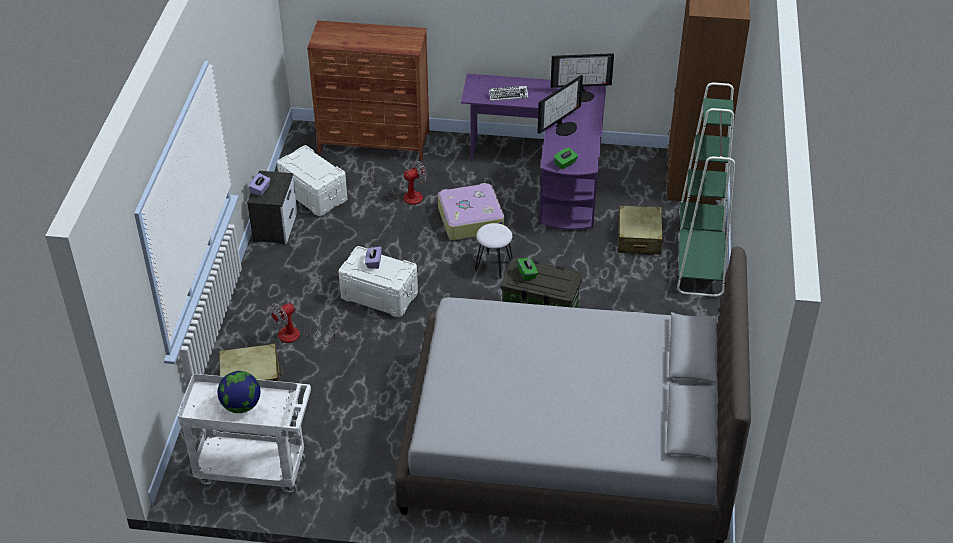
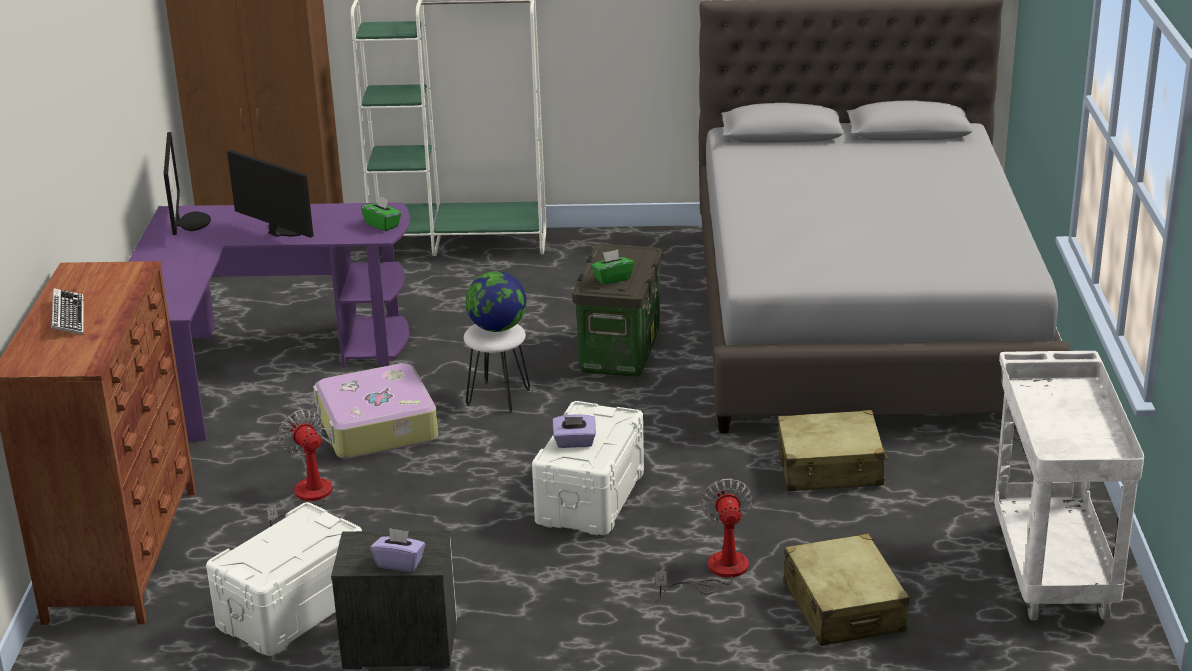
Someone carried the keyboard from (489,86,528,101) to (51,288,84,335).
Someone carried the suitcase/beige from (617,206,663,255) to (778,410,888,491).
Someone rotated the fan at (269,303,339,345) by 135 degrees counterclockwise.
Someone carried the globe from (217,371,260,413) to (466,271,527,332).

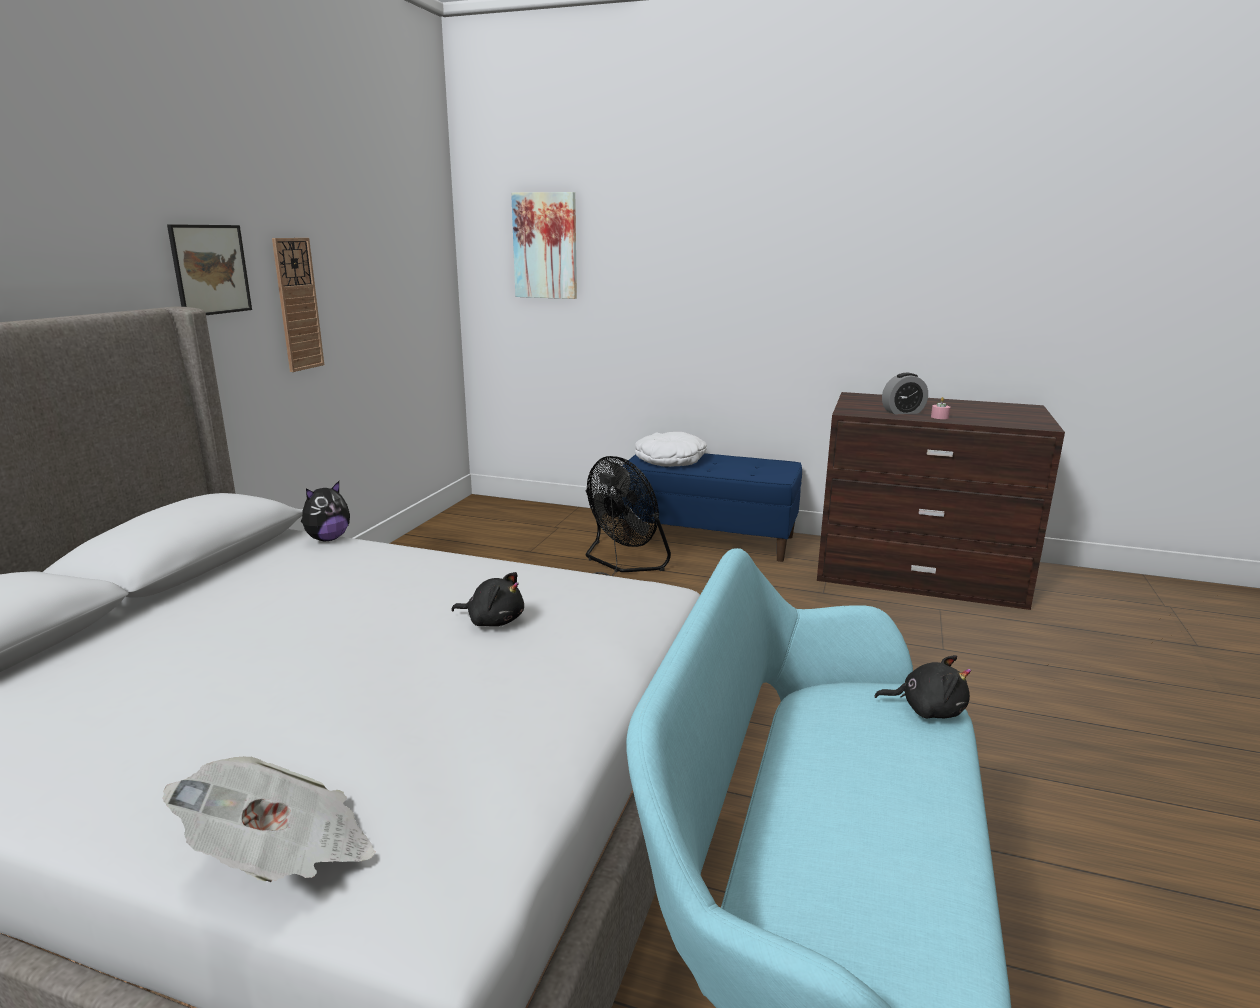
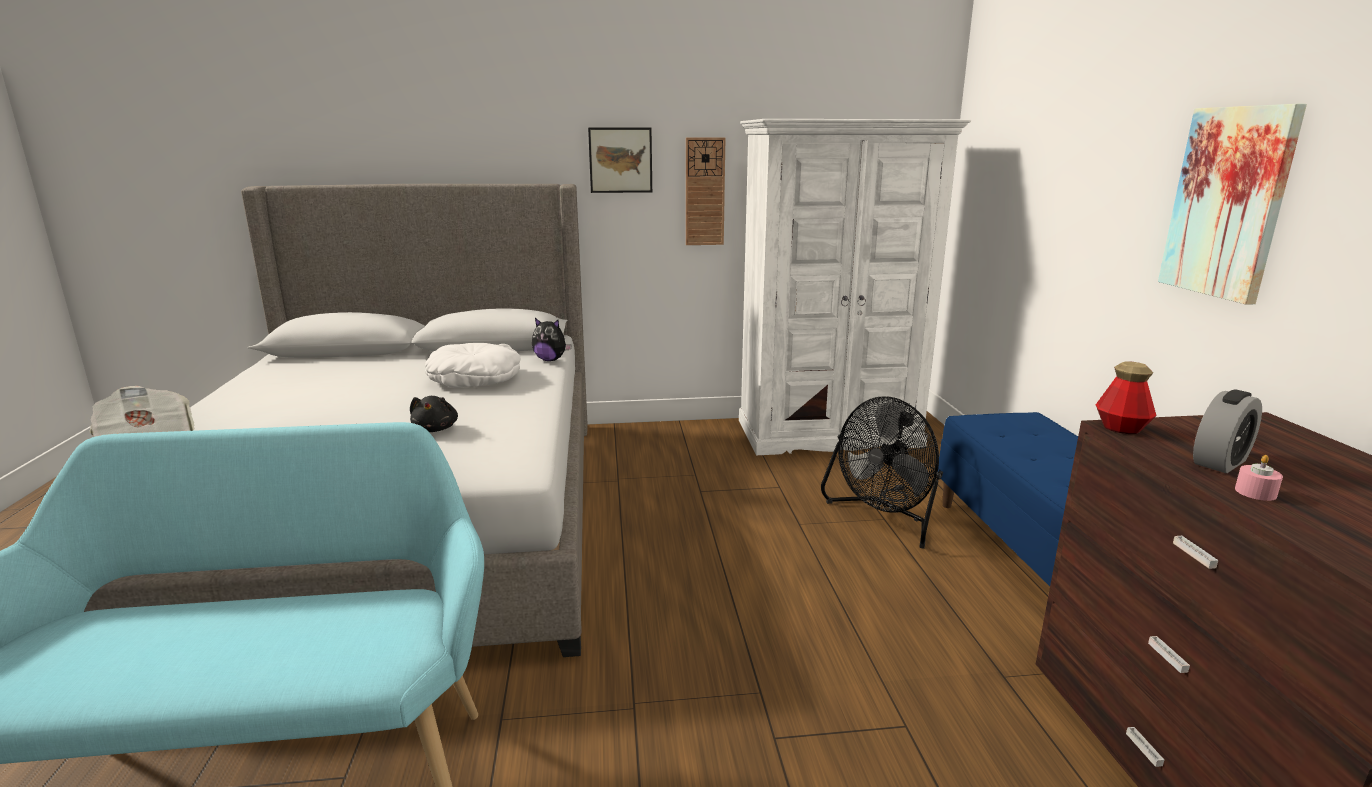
Someone carried the picture from (511,192,577,299) to (1158,104,1307,305).
Someone rotated the alarm clock at (882,373,928,414) by 90 degrees counterclockwise.
Someone carried the pillow/white from (635,432,707,467) to (425,343,520,388).
Someone rotated the fan/black at (585,456,671,576) by 120 degrees clockwise.
Someone took away the plush toy/black at (875,655,971,718).
Someone put down the wardrobe/white at (739,119,971,455).
Someone put down the bottle at (1096,361,1156,434).

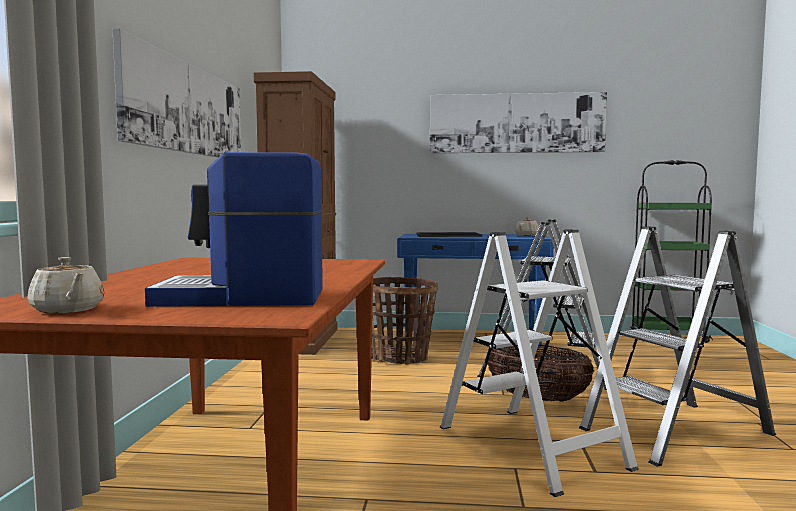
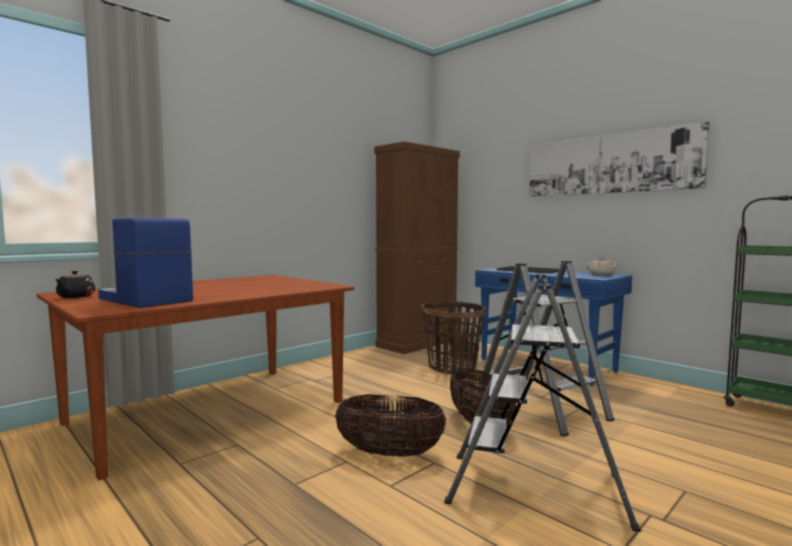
Someone took away the picture at (113,28,241,158).
Someone swapped the step ladder/white at (440,229,639,497) for the basket at (335,394,446,457).
Someone repainted the teapot/beige at (27,257,104,313), which became the teapot/black at (55,271,95,298).

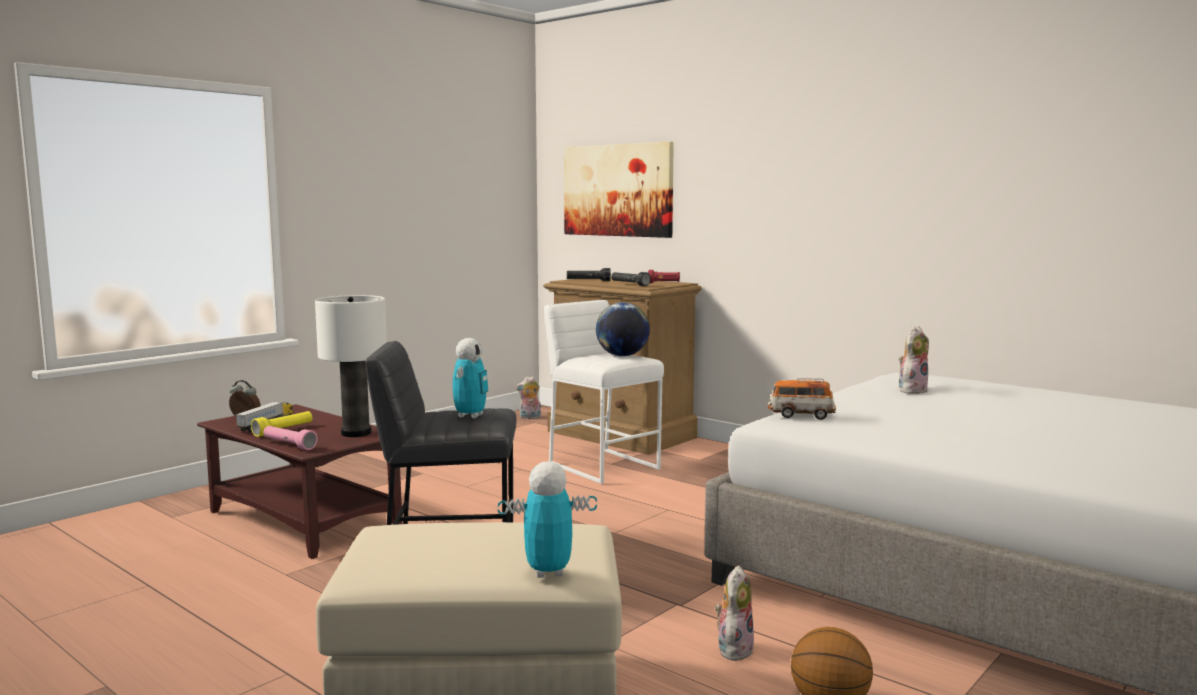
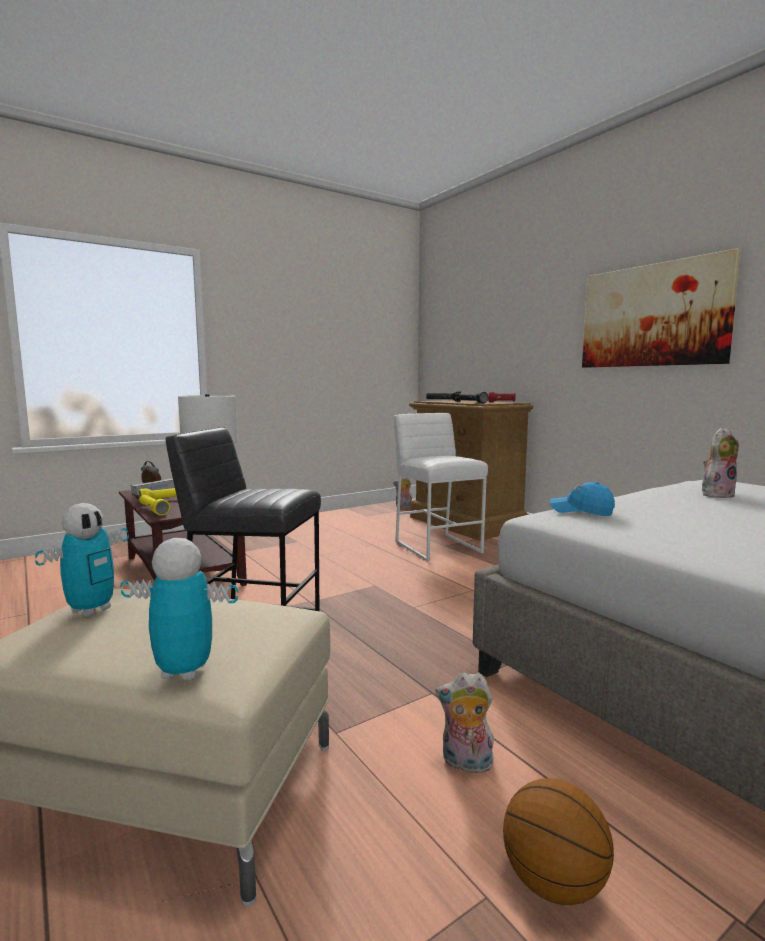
Someone carried the picture from (564,142,674,238) to (582,248,741,368).
Someone took away the globe at (596,302,650,356).
Someone carried the toy robot from (453,338,488,419) to (35,503,129,617).
Someone swapped the toy car at (768,378,836,420) for the cap/blue at (550,482,615,516).
Someone repainted the flashlight/pink at (263,426,318,450), which became the flashlight/yellow at (140,495,170,516).
Someone rotated the plush toy at (715,566,754,662) by 120 degrees counterclockwise.

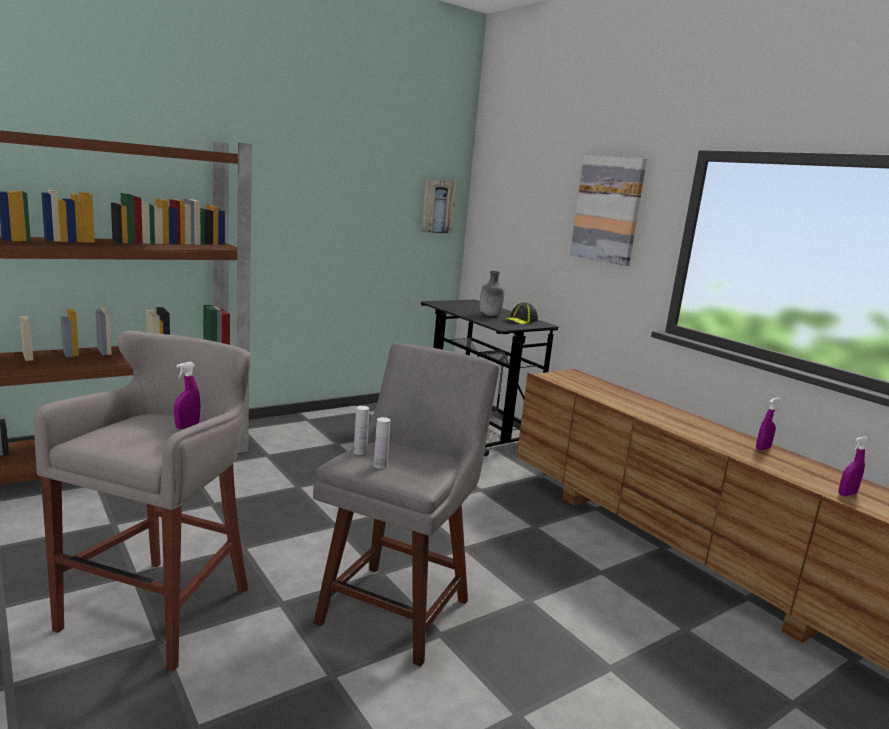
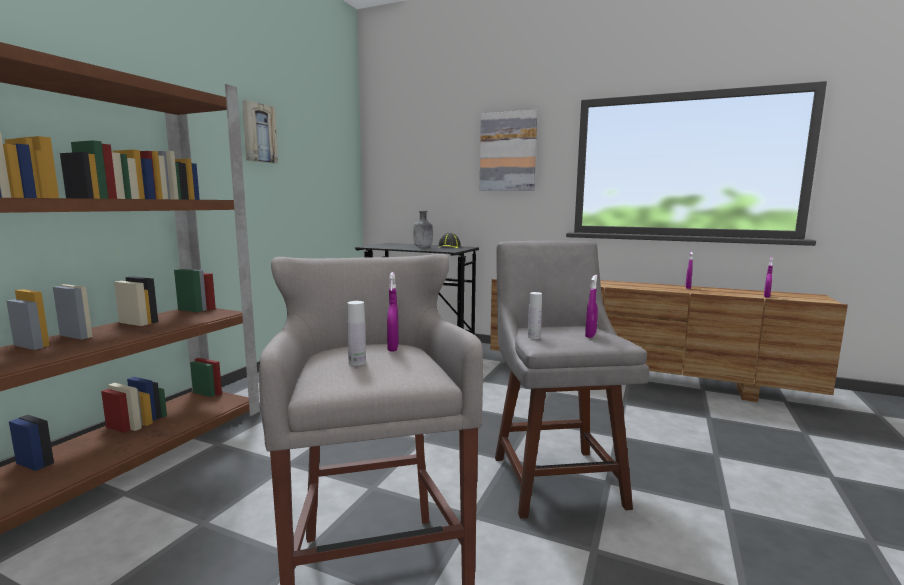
Someone carried the picture from (421,179,456,233) to (242,100,278,163).
Someone carried the bottle/white from (374,417,390,469) to (347,301,366,366).
Someone put down the spray bottle/purple at (585,275,598,338).

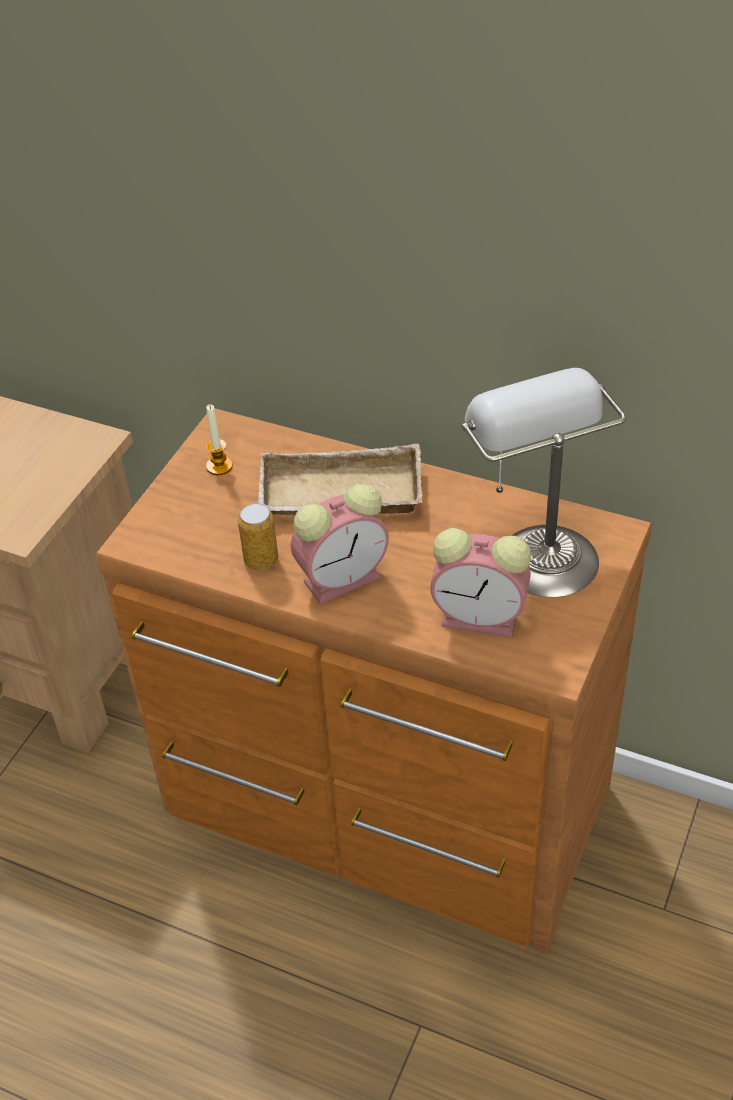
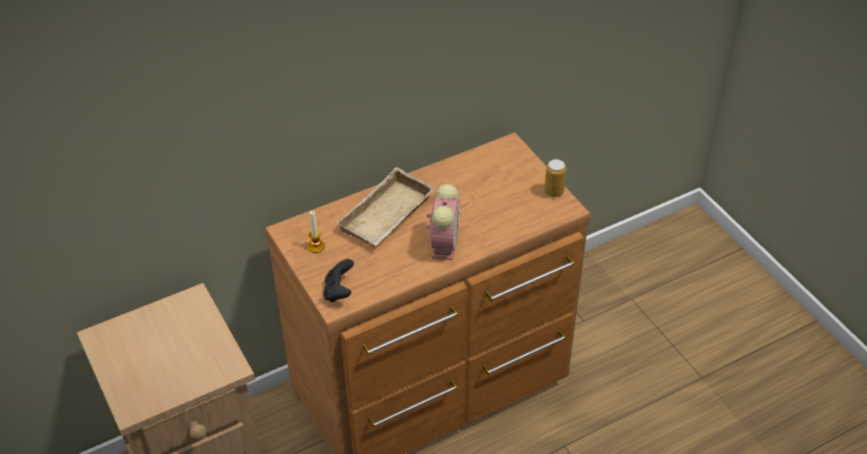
Someone took away the table lamp/white at (462,368,627,597).
Someone carried the can from (238,503,278,570) to (544,159,566,197).
Someone took away the alarm clock at (430,528,531,637).
Someone put down the game controller/black at (323,259,354,302).

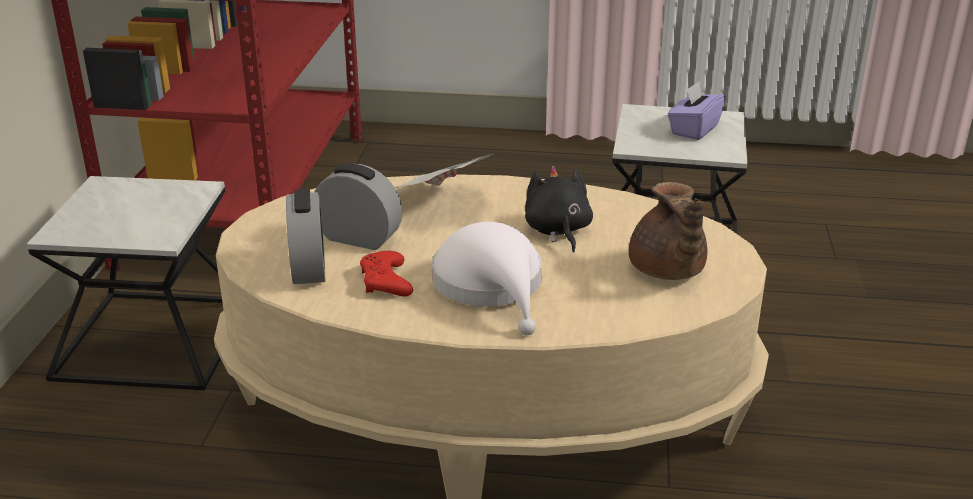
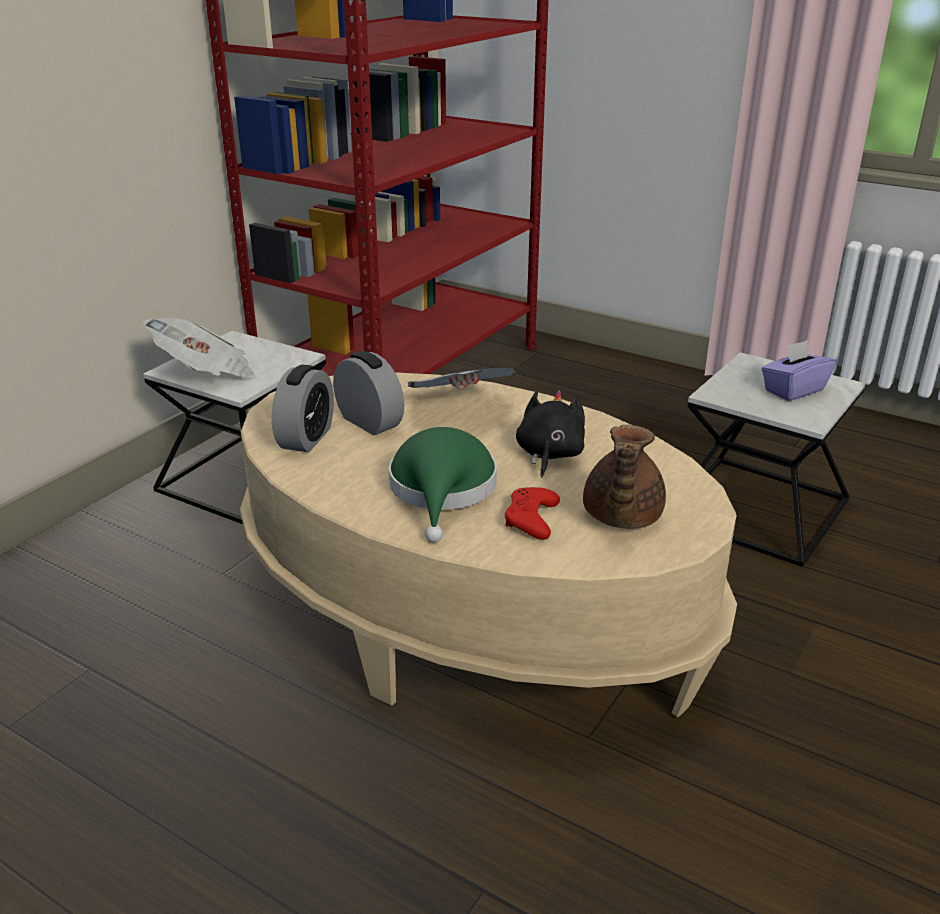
Someone repainted the hat/white at (432,222,542,335), which became the hat/green at (389,427,497,543).
Someone carried the game controller/red from (360,251,413,296) to (505,487,560,540).
Someone put down the newspaper at (143,317,256,378).

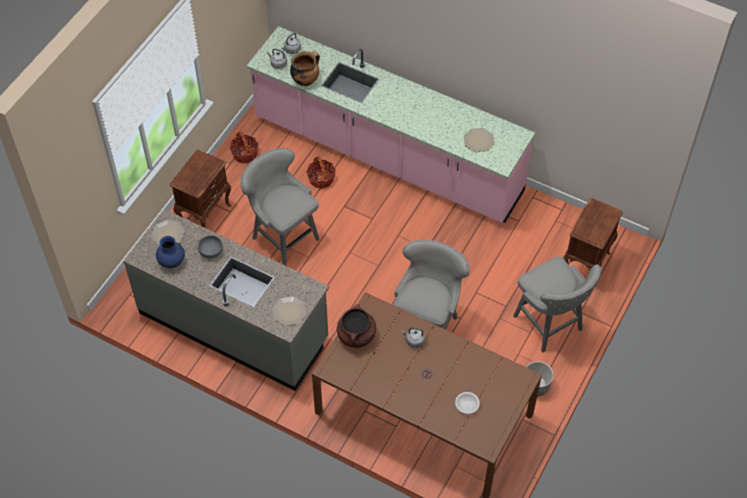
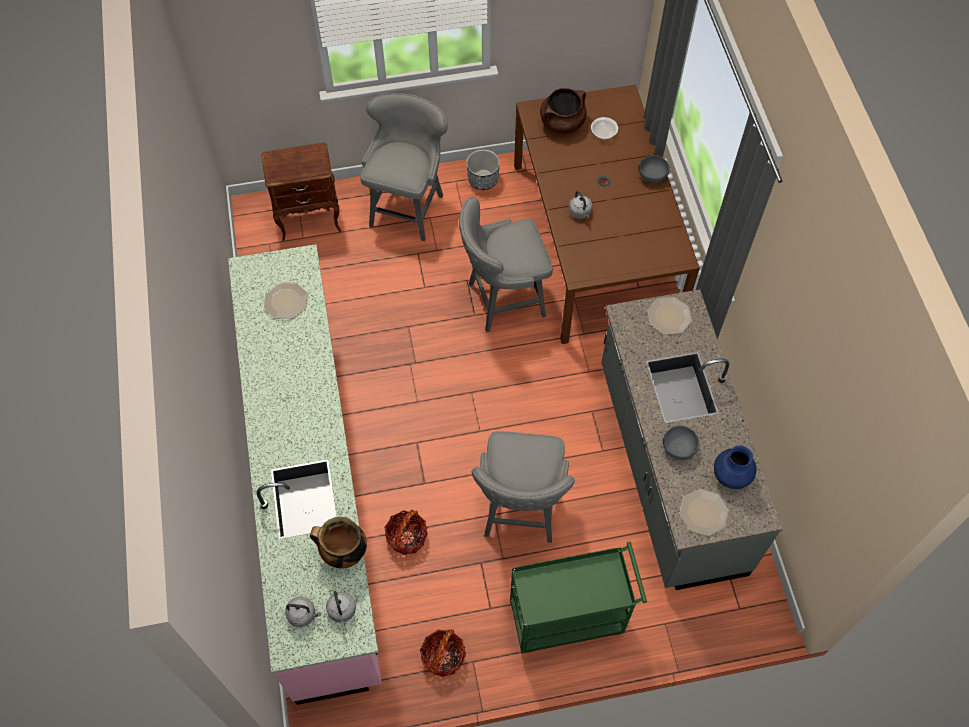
Someone swapped the nightstand/brown at (170,150,231,228) for the cart/green at (510,542,647,654).
Someone carried the cooking pot/brown from (337,304,376,348) to (540,88,587,134).
Someone put down the bowl/grey at (639,155,670,183).

